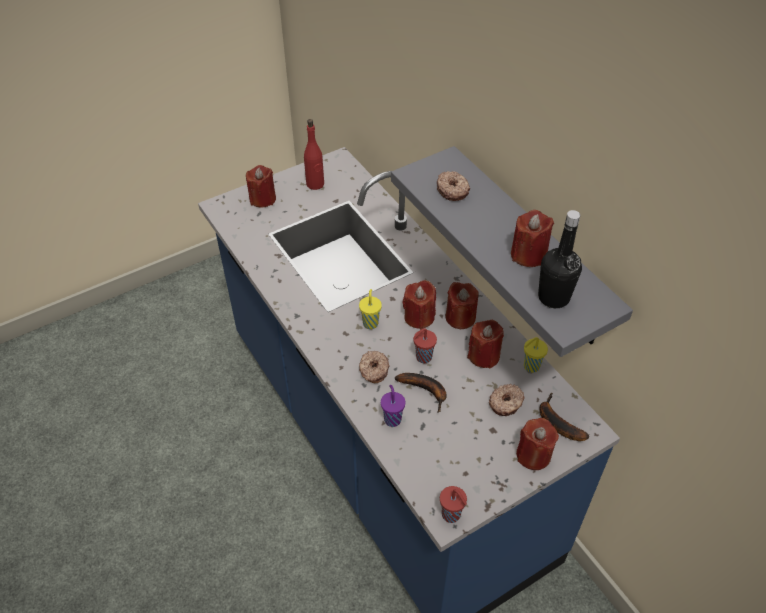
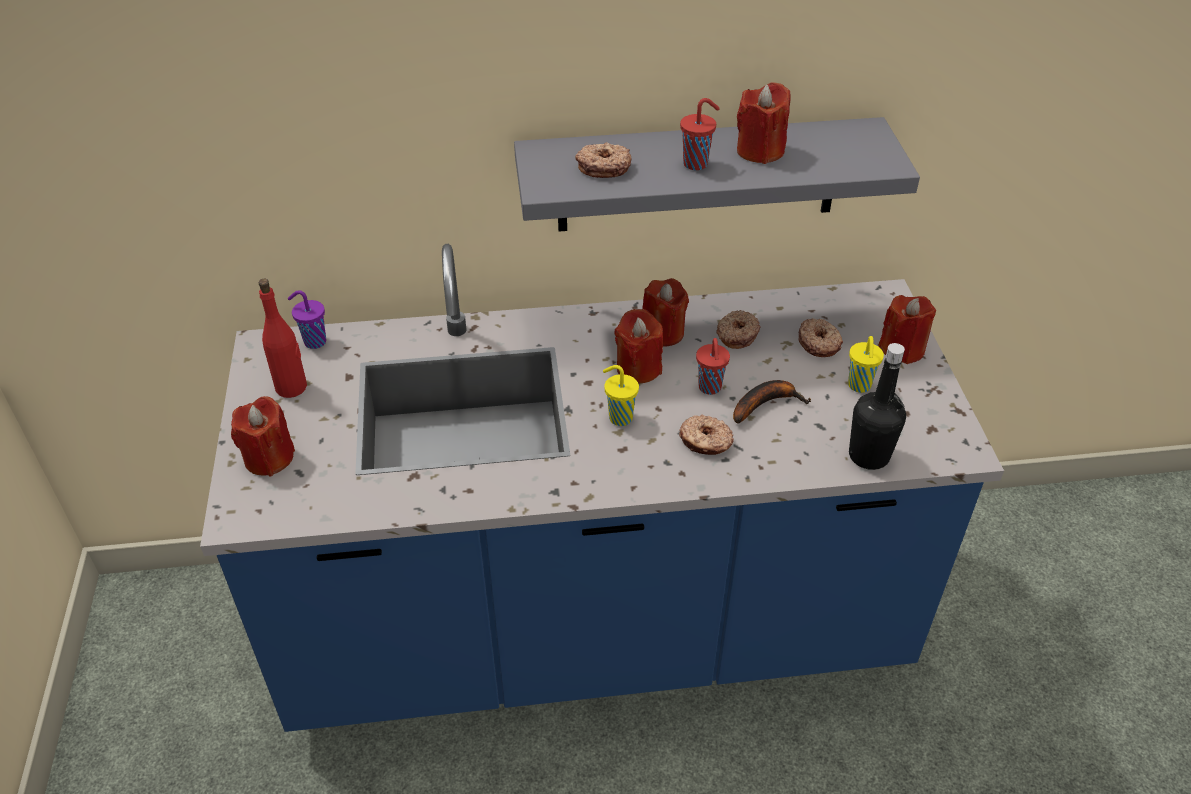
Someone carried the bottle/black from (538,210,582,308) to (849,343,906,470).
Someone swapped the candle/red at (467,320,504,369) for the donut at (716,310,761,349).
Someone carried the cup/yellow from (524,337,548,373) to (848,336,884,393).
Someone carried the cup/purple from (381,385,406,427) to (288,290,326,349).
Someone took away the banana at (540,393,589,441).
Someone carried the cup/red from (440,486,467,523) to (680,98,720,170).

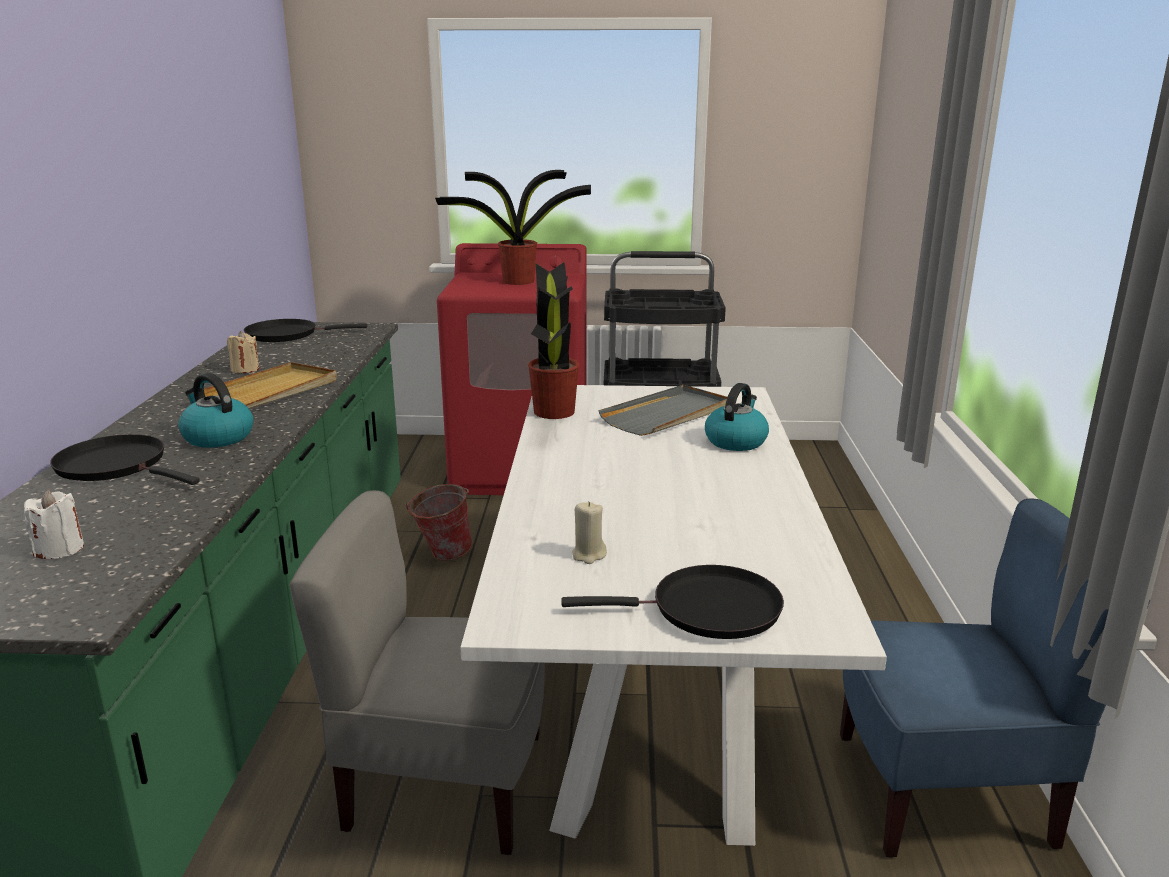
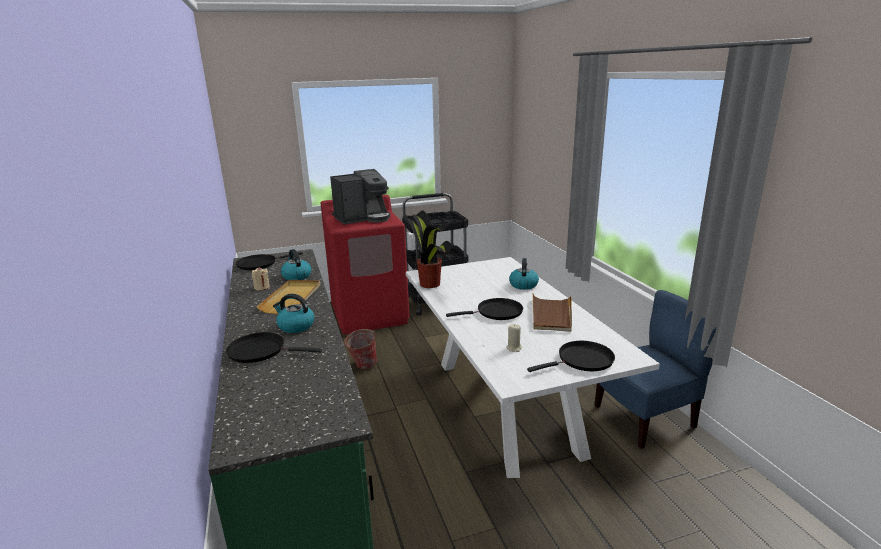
Someone swapped the potted plant at (435,170,591,285) for the coffee machine at (330,169,390,225).
Someone took away the tray/grey at (598,385,727,436).
Someone took away the candle/white at (24,490,84,559).
Someone took away the chair/grey at (289,490,545,855).
Someone put down the kettle at (281,249,311,280).
Someone put down the tray/brown at (533,294,572,332).
Someone put down the frying pan/black at (446,298,523,320).

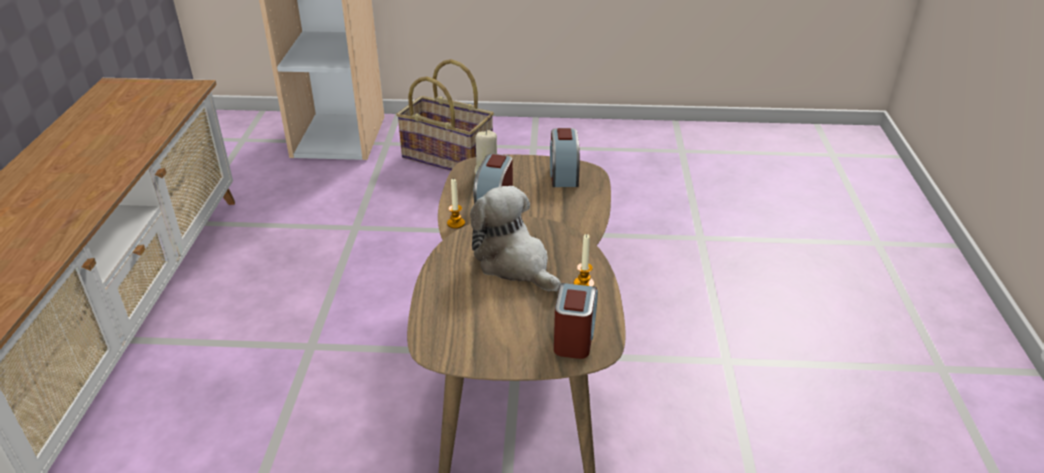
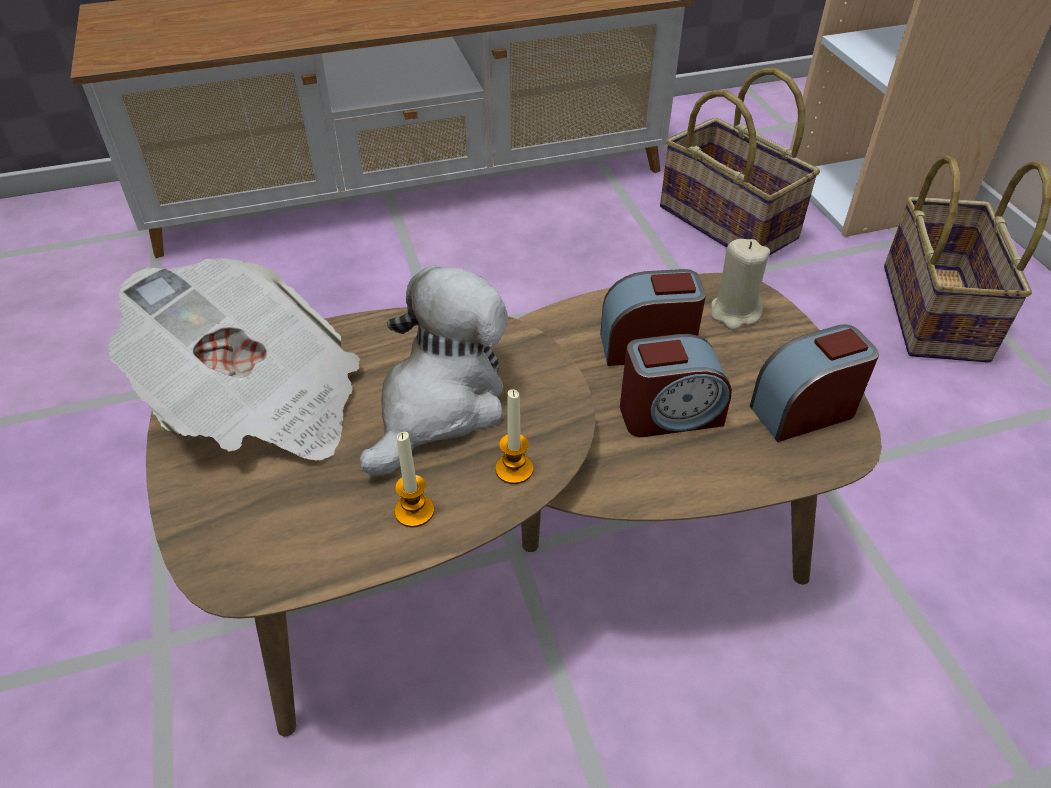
Someone carried the candle from (447,178,465,229) to (495,389,533,484).
Someone carried the alarm clock from (554,283,598,359) to (620,334,732,437).
Someone put down the basket at (660,68,820,256).
Someone put down the newspaper at (108,258,360,461).

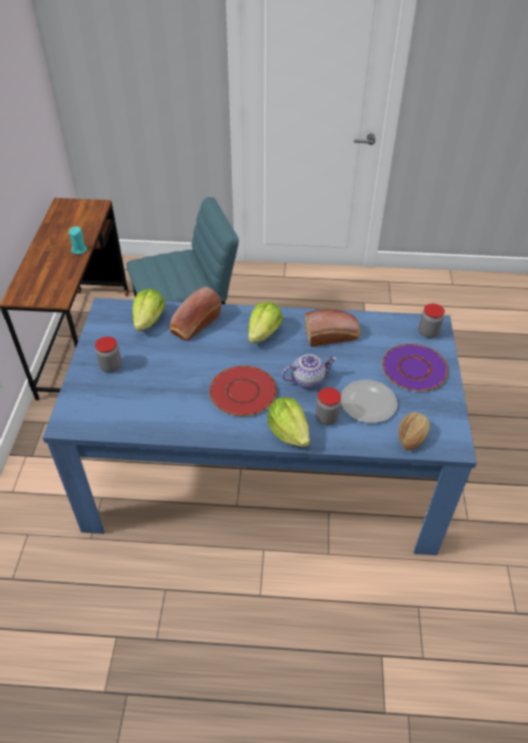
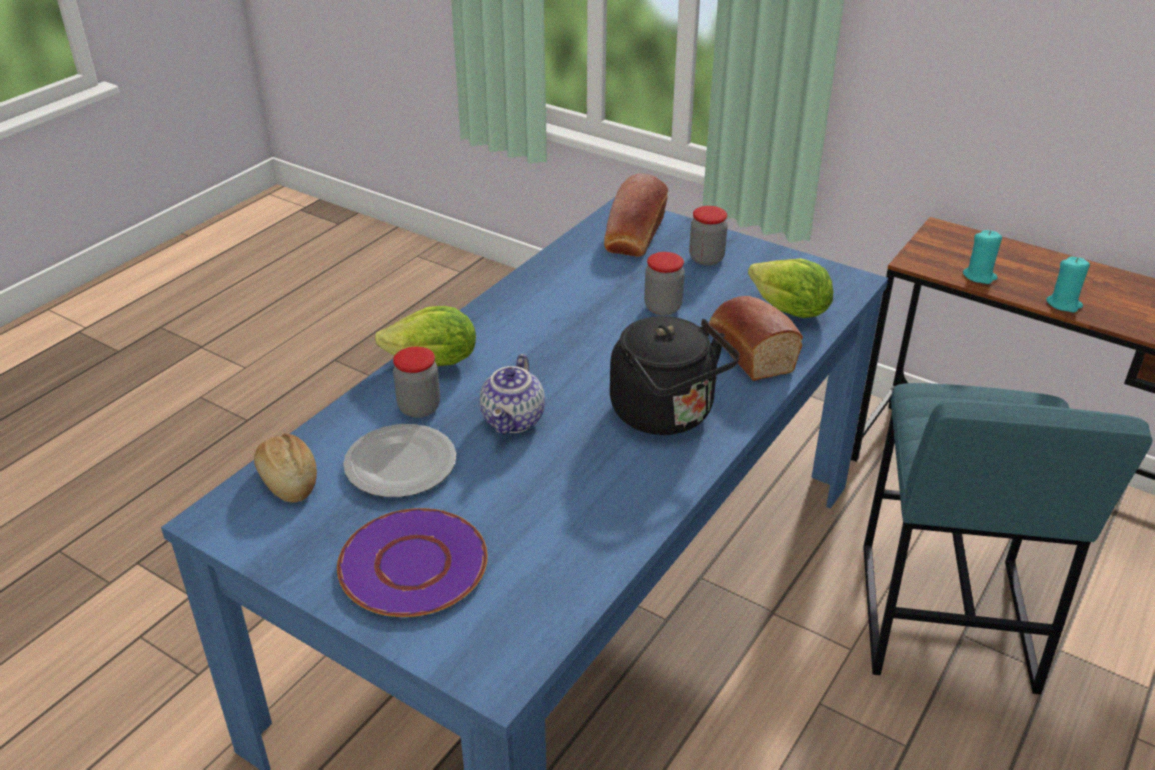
Someone swapped the lettuce at (248,302,283,343) for the kettle/black at (610,316,740,435).
Someone carried the jar from (419,304,445,338) to (644,252,685,316).
Someone carried the bread from (305,309,360,347) to (604,173,668,257).
Someone took away the plate/red at (209,365,277,416).
Someone put down the candle/turquoise at (963,230,1002,284).

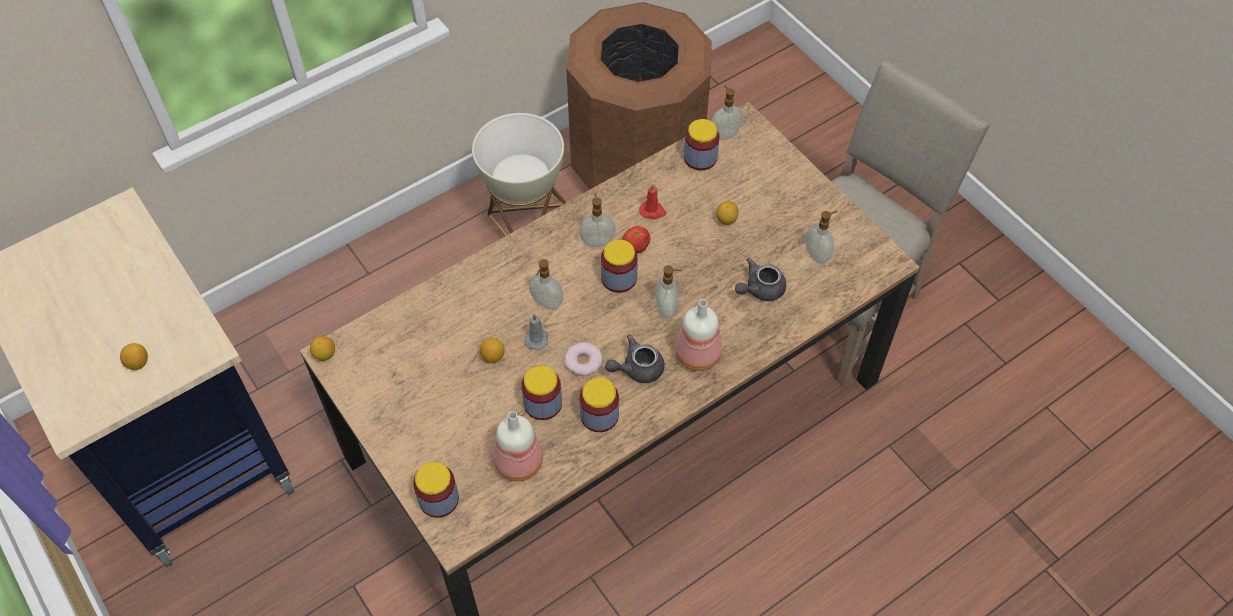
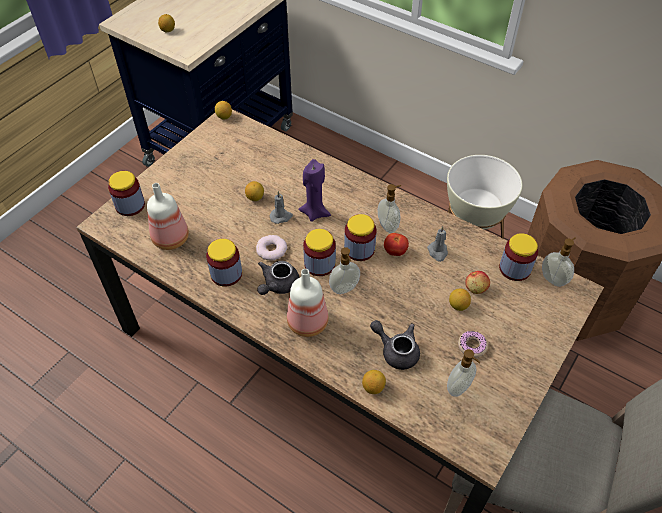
Someone repainted the candle/red at (639,184,666,219), which became the candle/grey at (427,226,448,262).
Someone swapped the soap dispenser at (529,259,563,310) for the candle/purple at (298,159,331,222).
Someone rotated the teapot/grey at (605,335,665,383) by 105 degrees counterclockwise.
Someone carried the jar from (521,365,562,420) to (303,229,336,276).
Someone put down the apple at (465,271,490,294).
Someone put down the donut at (458,331,488,358).
Someone put down the lemon at (362,370,386,394).

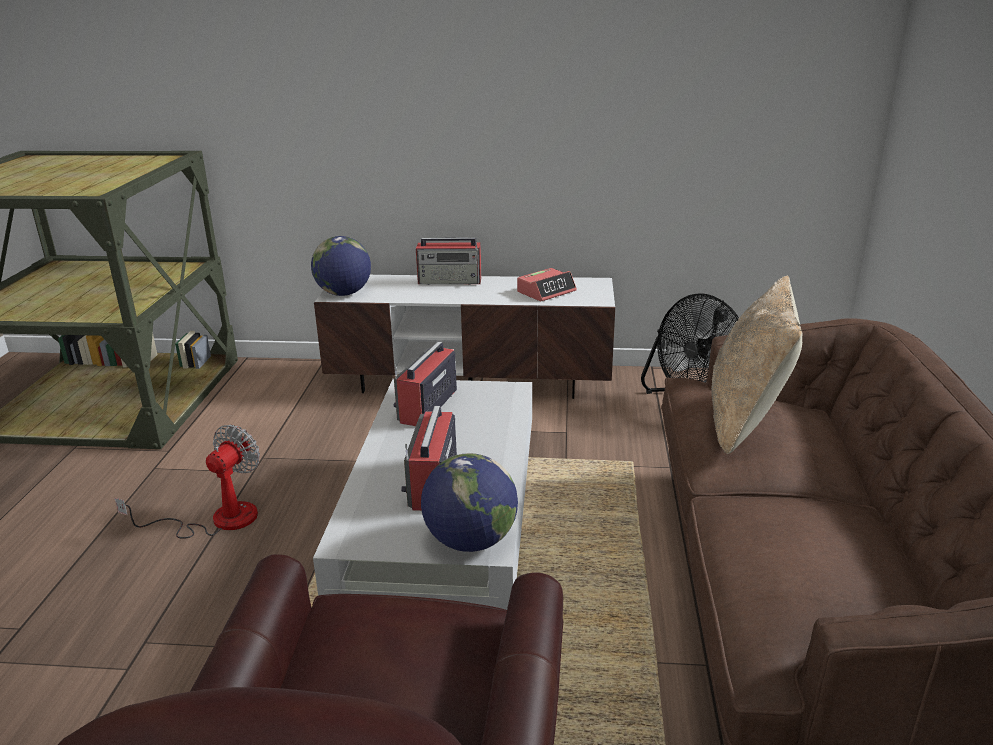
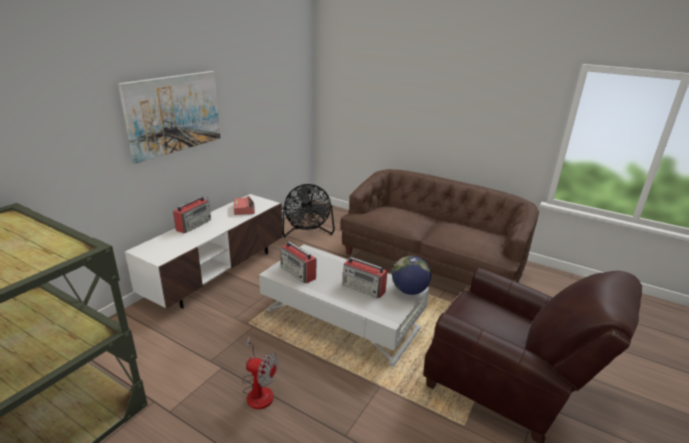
Someone took away the globe at (311,236,371,296).
Someone took away the pillow/beige at (711,275,803,455).
Someone rotated the fan at (115,425,260,539) by 150 degrees clockwise.
Someone put up the picture at (118,71,220,164).

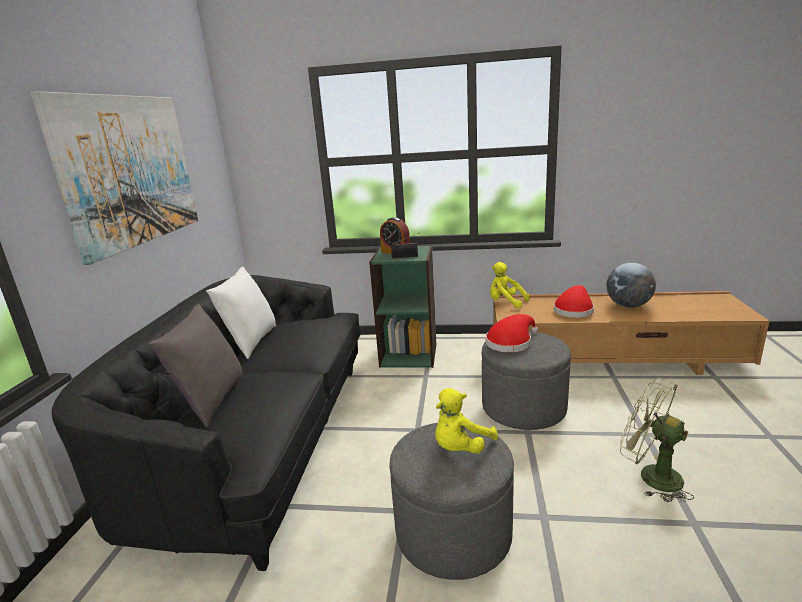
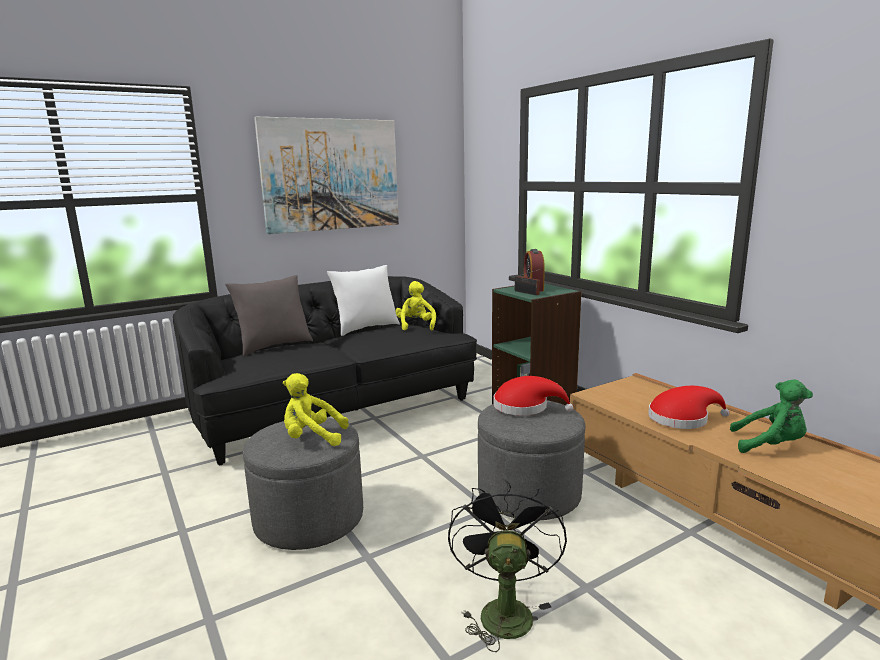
Someone carried the plush toy/yellow from (490,262,530,308) to (395,281,436,331).
Someone swapped the globe at (606,263,656,308) for the plush toy/green at (730,380,813,453).
Someone repainted the fan/green at (620,378,694,502), which became the fan/black at (448,480,567,652).

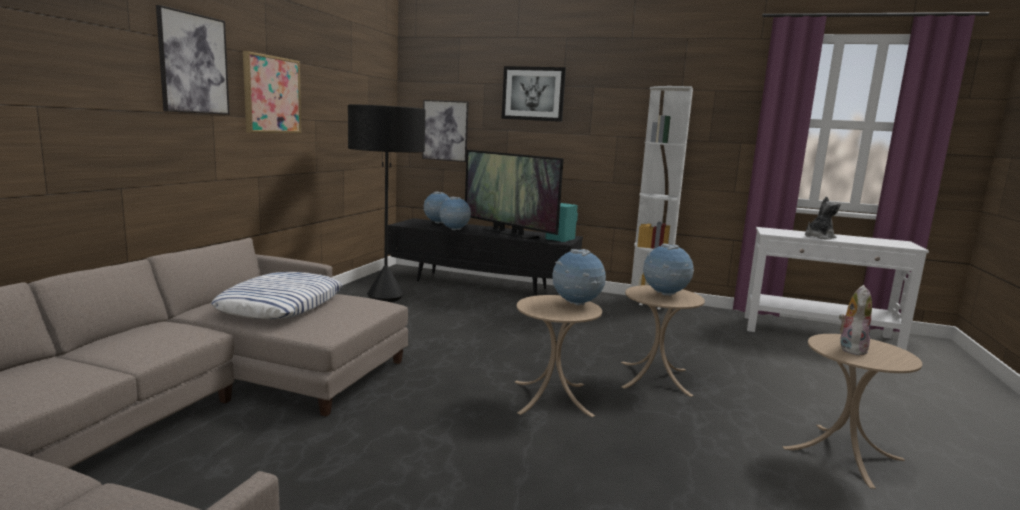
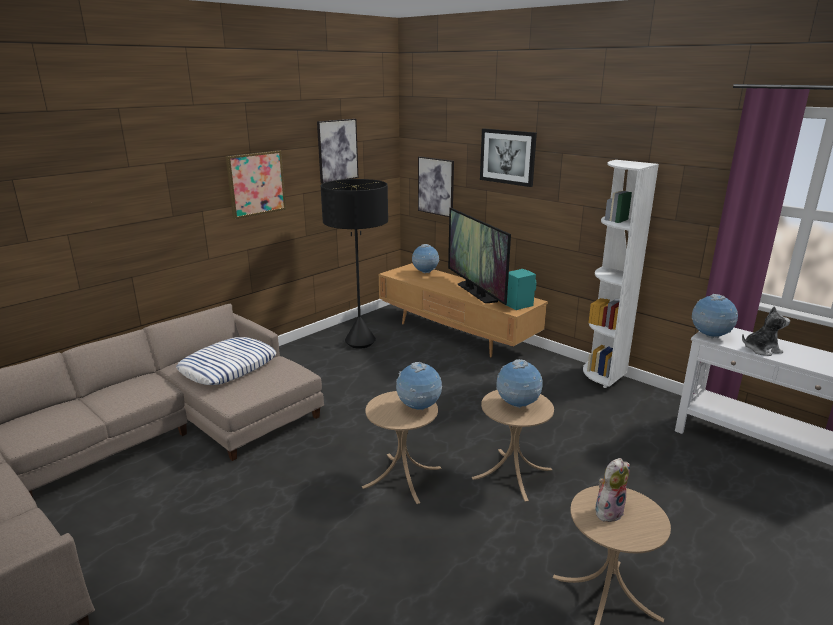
Someone carried the picture from (156,5,230,115) to (317,119,359,184).
Someone carried the globe from (439,197,471,231) to (692,294,738,338).
Someone repainted the tv stand/black at (388,218,583,296), which became the tv stand/beige at (379,263,548,357).

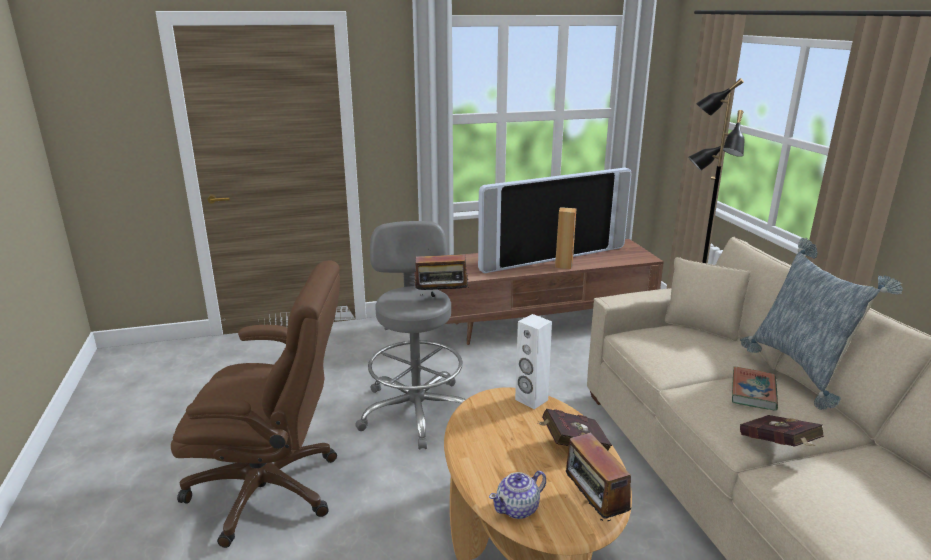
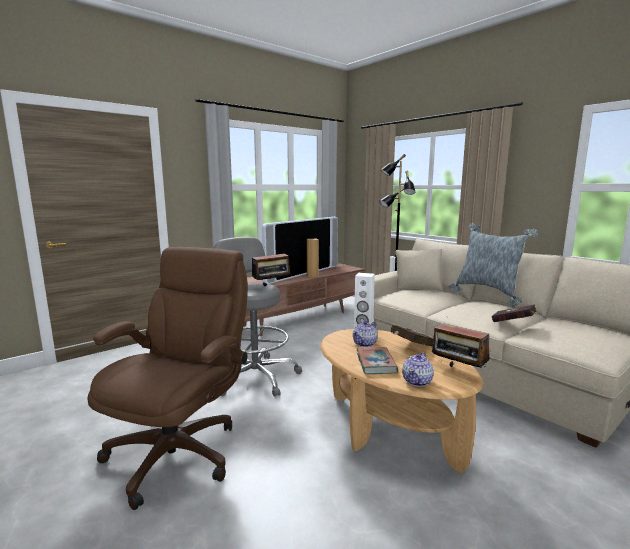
Someone rotated the office chair/brown at (171,261,340,548) by 45 degrees counterclockwise.
Someone carried the book from (732,367,778,411) to (357,347,398,374).
Someone put down the teapot at (353,321,378,347).

